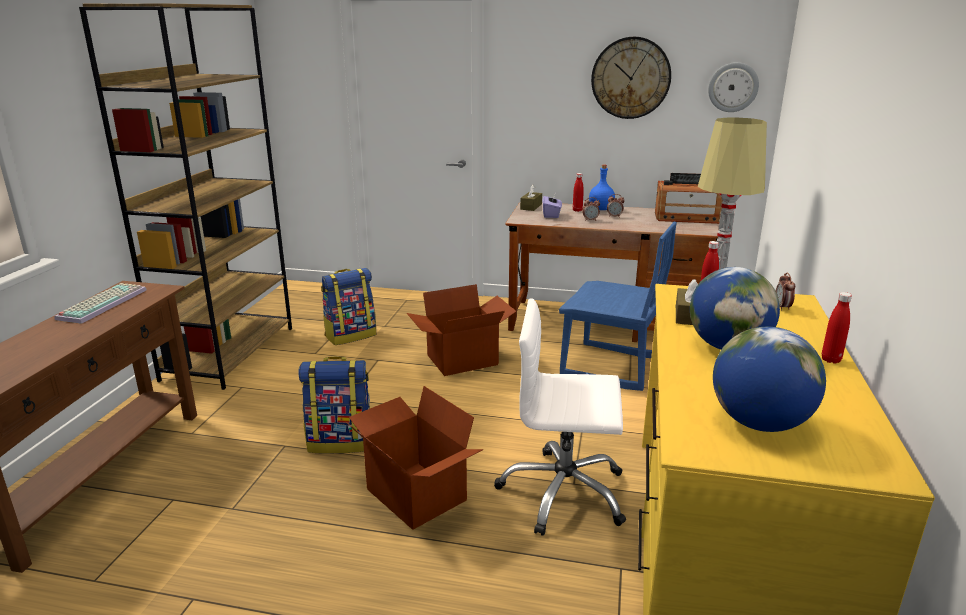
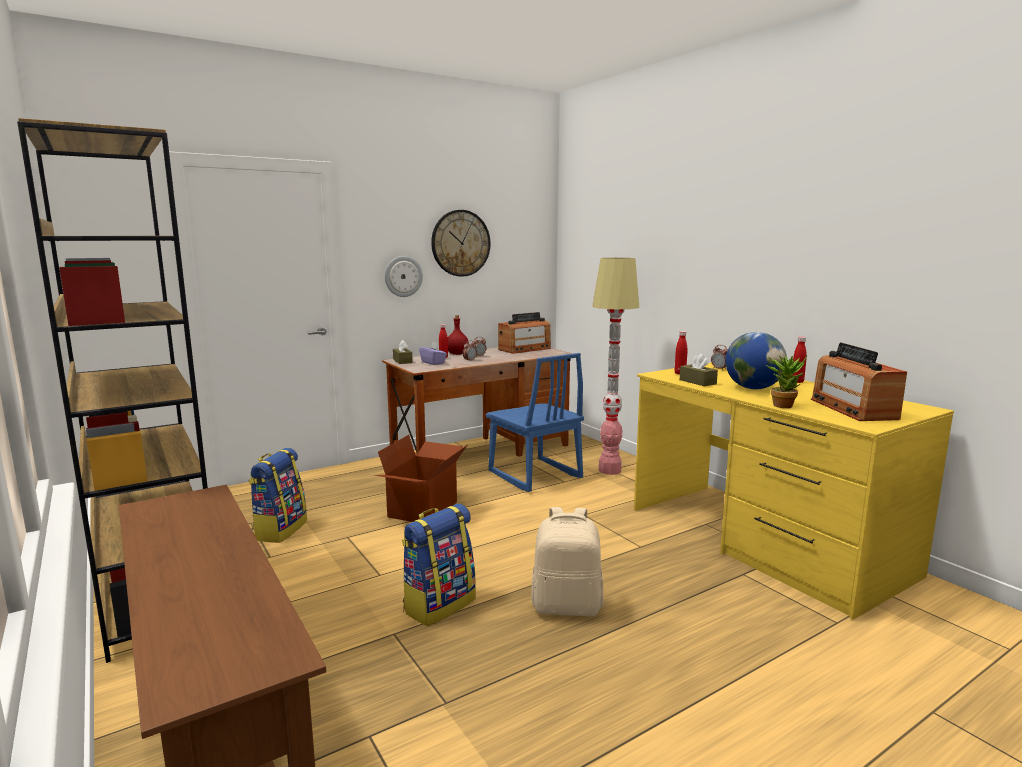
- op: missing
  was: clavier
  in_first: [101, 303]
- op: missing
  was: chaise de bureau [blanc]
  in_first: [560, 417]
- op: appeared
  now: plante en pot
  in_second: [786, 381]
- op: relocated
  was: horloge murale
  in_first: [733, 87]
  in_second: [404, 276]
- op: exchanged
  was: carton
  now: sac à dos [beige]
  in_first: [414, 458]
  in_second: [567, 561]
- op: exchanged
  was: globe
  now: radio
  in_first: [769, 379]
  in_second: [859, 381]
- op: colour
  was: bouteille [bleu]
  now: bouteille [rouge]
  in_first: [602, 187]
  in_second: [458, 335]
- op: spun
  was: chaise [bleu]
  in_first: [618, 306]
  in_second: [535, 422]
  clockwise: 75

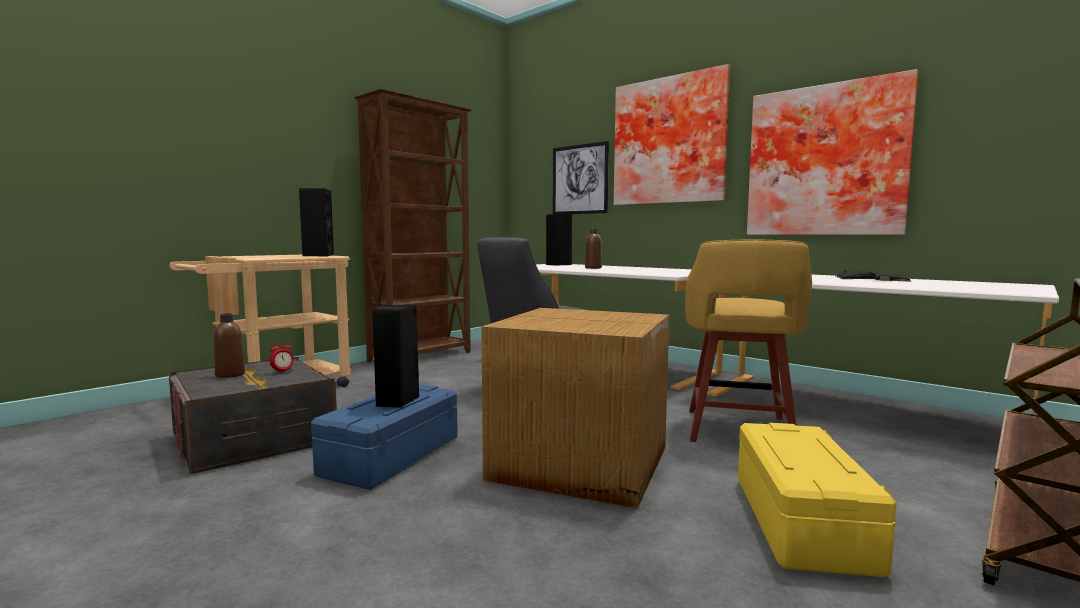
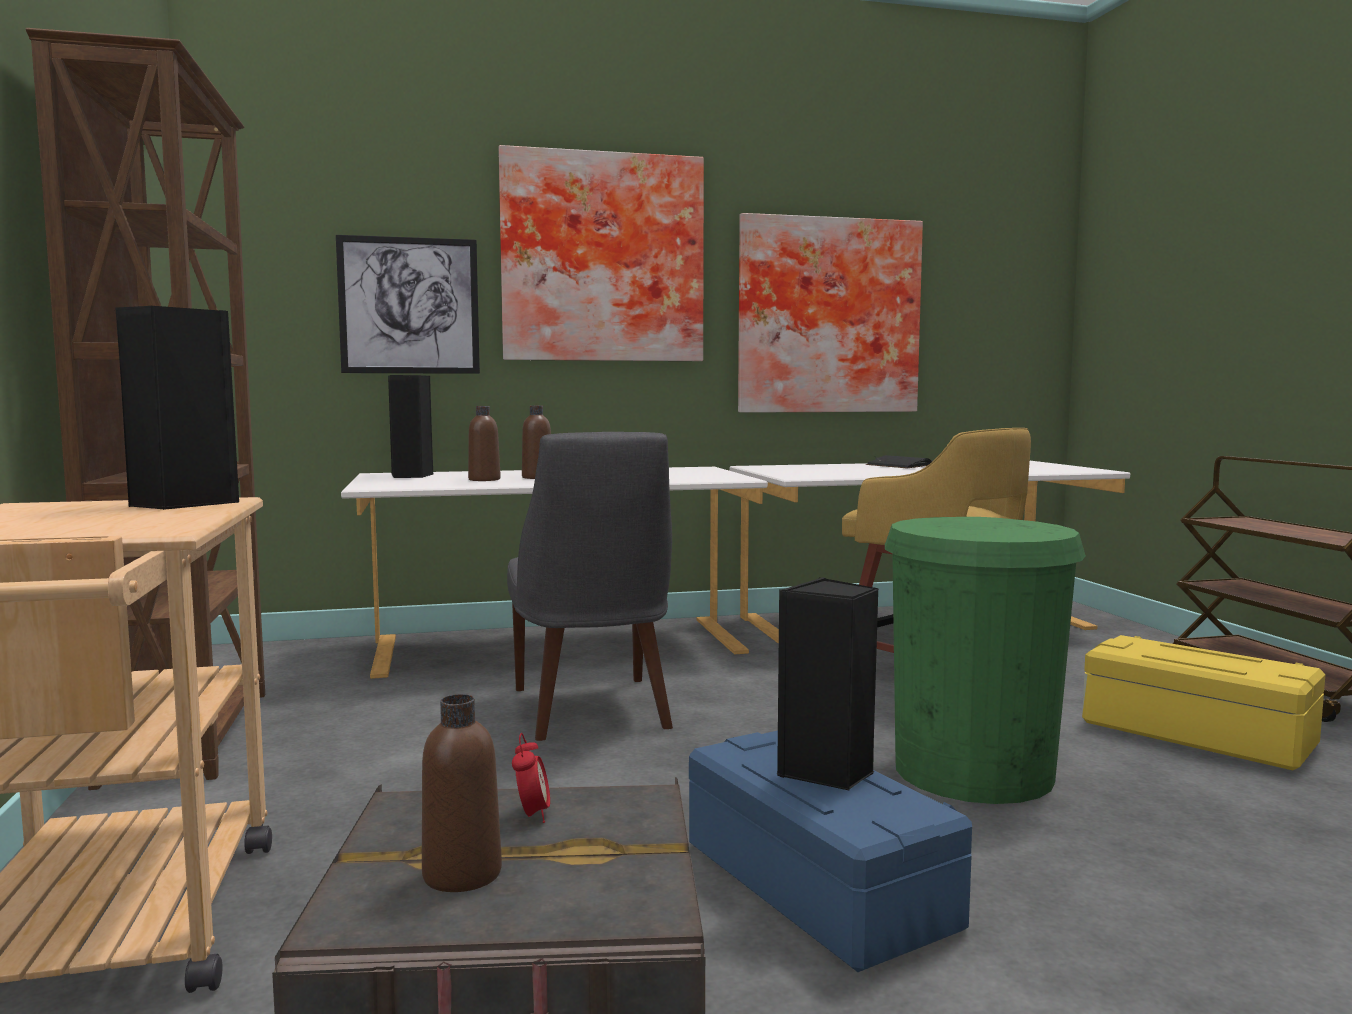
- op: appeared
  now: bouteille [marron]
  in_second: [484, 443]
- op: exchanged
  was: carton
  now: poubelle [vert]
  in_first: [575, 408]
  in_second: [985, 660]

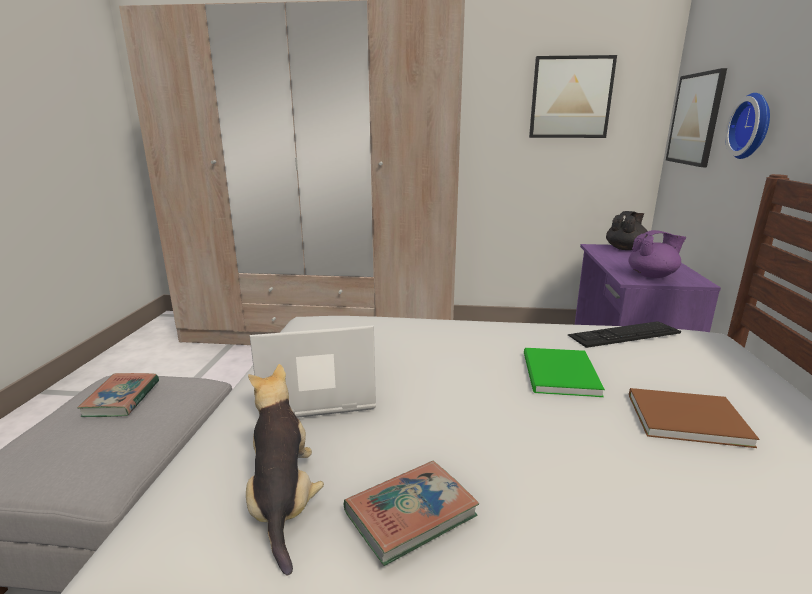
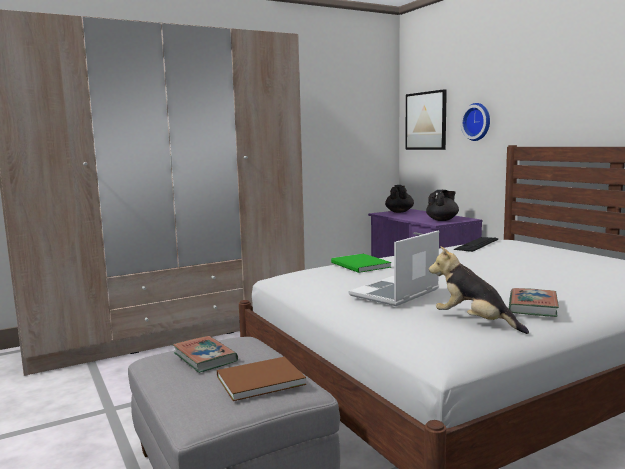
- op: missing
  was: tableau
  in_first: [573, 96]
- op: relocated
  was: livre [vert]
  in_first: [564, 372]
  in_second: [361, 263]
- op: relocated
  was: livre [marron]
  in_first: [694, 418]
  in_second: [261, 379]
- op: colour
  was: théière [violet]
  now: théière [noir]
  in_first: [657, 254]
  in_second: [442, 205]

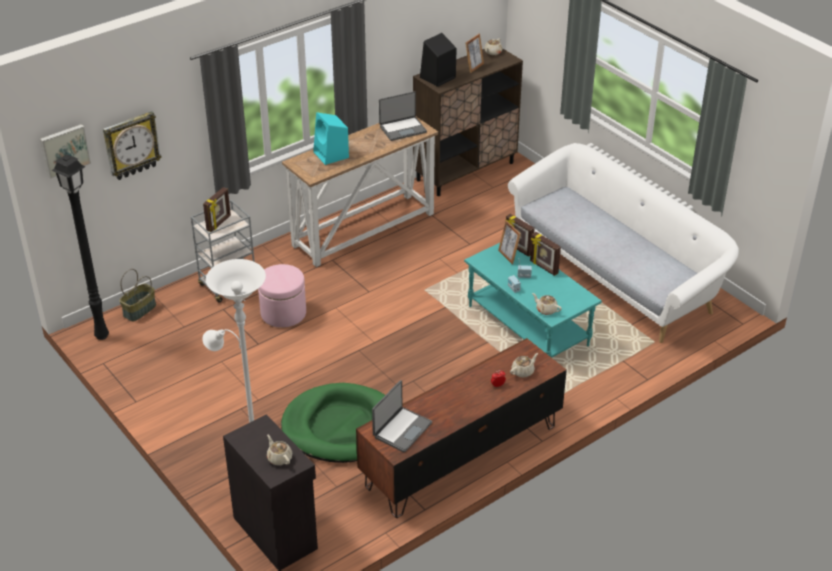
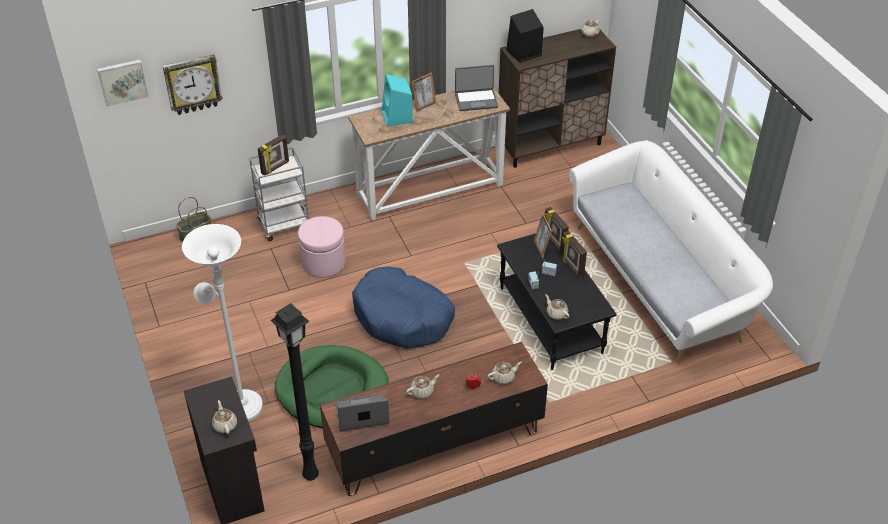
- op: appeared
  now: panier pour chien [bleu]
  in_second: [403, 307]
- op: appeared
  now: théière [beige]
  in_second: [422, 386]
- op: relocated
  was: lampadaire [noir]
  in_first: [80, 247]
  in_second: [294, 392]
- op: relocated
  was: cadre photo
  in_first: [474, 53]
  in_second: [424, 92]
- op: colour
  was: table basse [turquoise]
  now: table basse [noir]
  in_first: [533, 300]
  in_second: [557, 301]
- op: spun
  was: ordinateur portable
  in_first: [402, 416]
  in_second: [362, 412]
  clockwise: -150

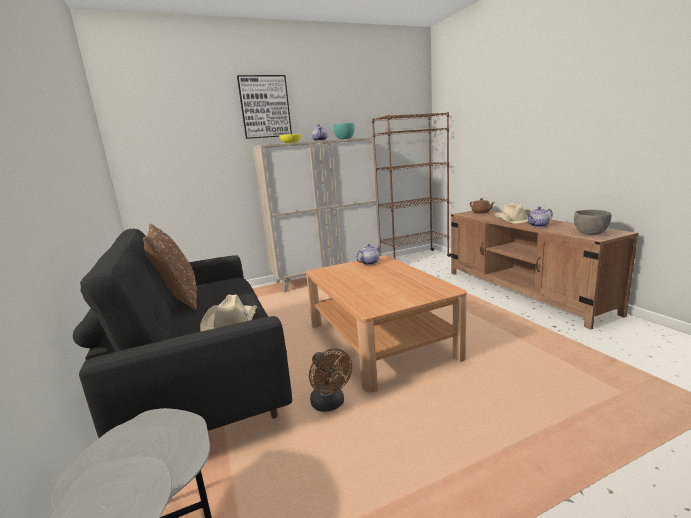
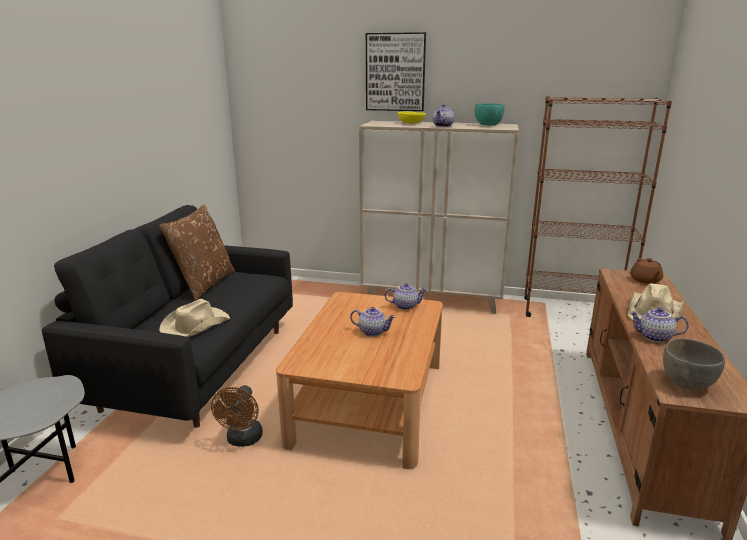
- op: appeared
  now: théière
  in_second: [373, 322]

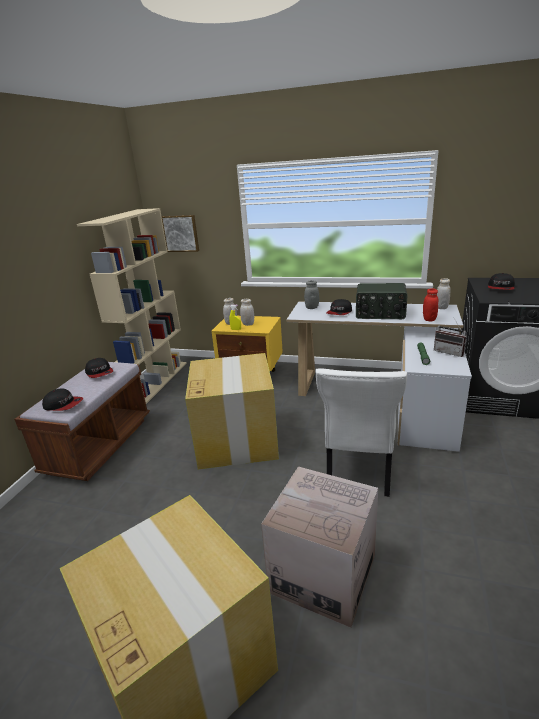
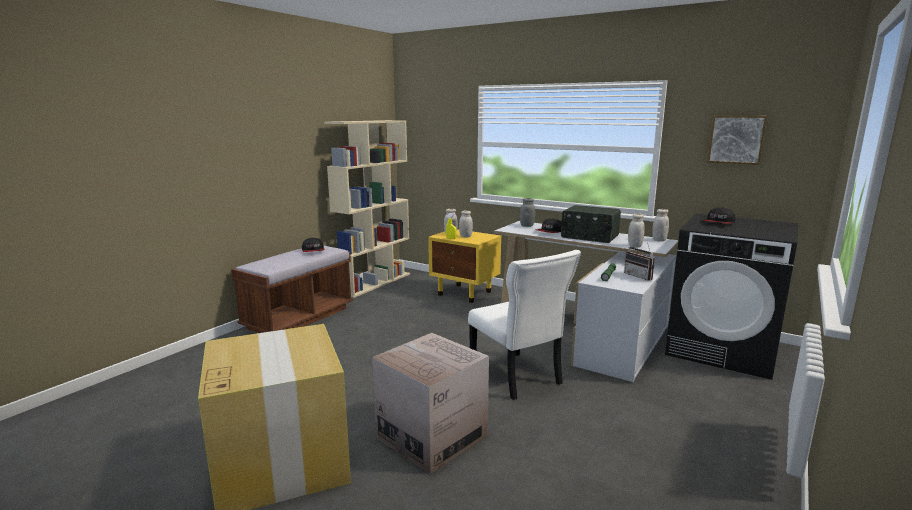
- op: missing
  was: casquette
  in_first: [62, 399]
- op: missing
  was: carton
  in_first: [232, 411]
- op: relocated
  was: tableau
  in_first: [180, 233]
  in_second: [737, 140]
- op: colour
  was: bocal [rouge]
  now: bocal [blanc]
  in_first: [430, 304]
  in_second: [636, 230]
- op: spun
  was: chaise [blanc]
  in_first: [361, 432]
  in_second: [524, 325]
  clockwise: -60

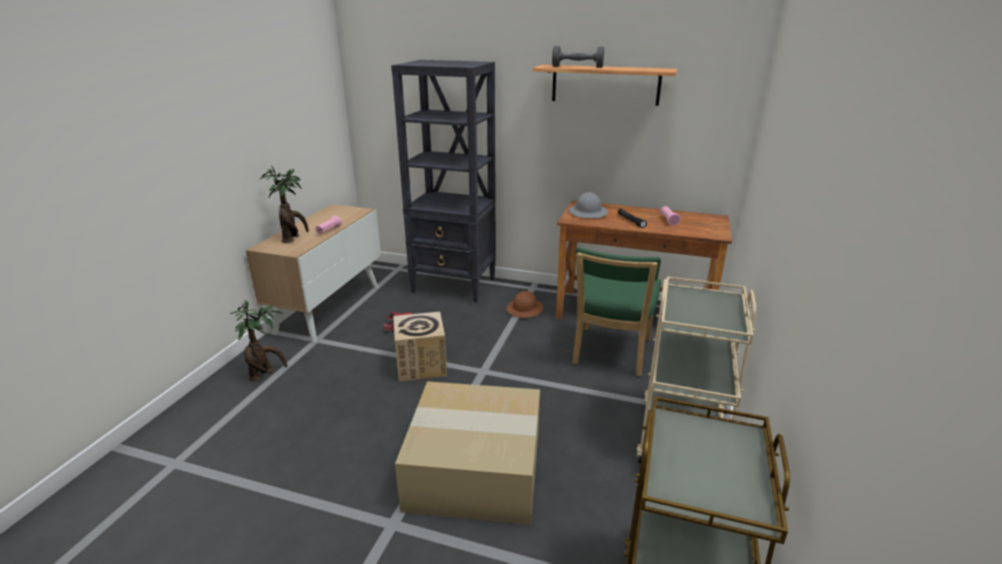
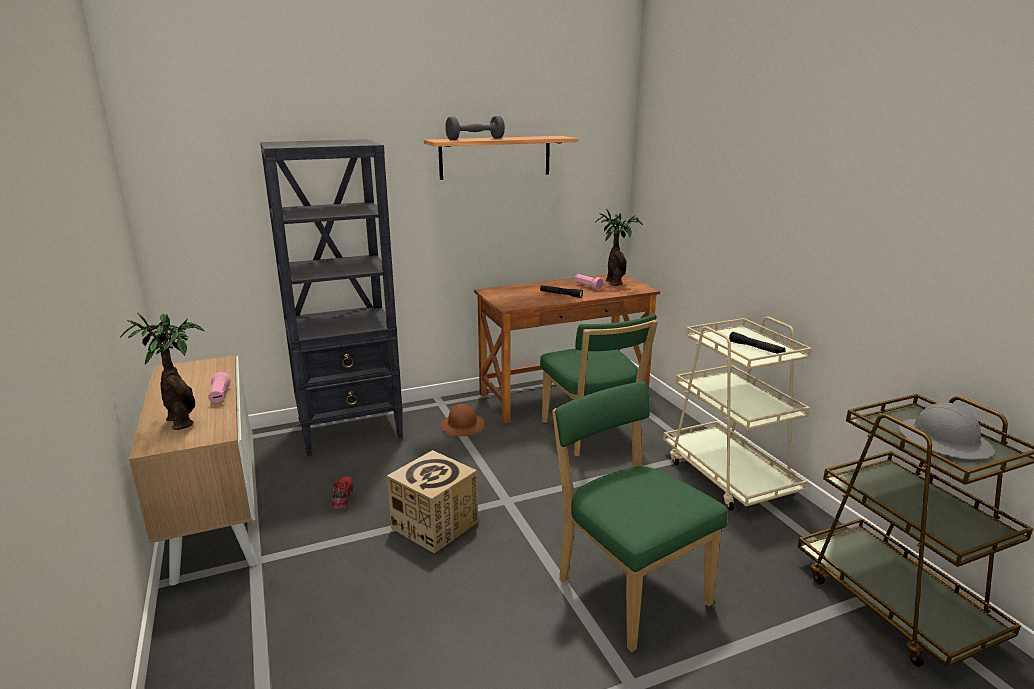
- op: appeared
  now: lampe de poche [noir]
  in_second: [757, 342]
- op: relocated
  was: plante en pot
  in_first: [258, 341]
  in_second: [619, 247]
- op: relocated
  was: casque de chantier [gris]
  in_first: [588, 205]
  in_second: [946, 430]
- op: exchanged
  was: carton
  now: chaise [vert]
  in_first: [467, 453]
  in_second: [640, 516]

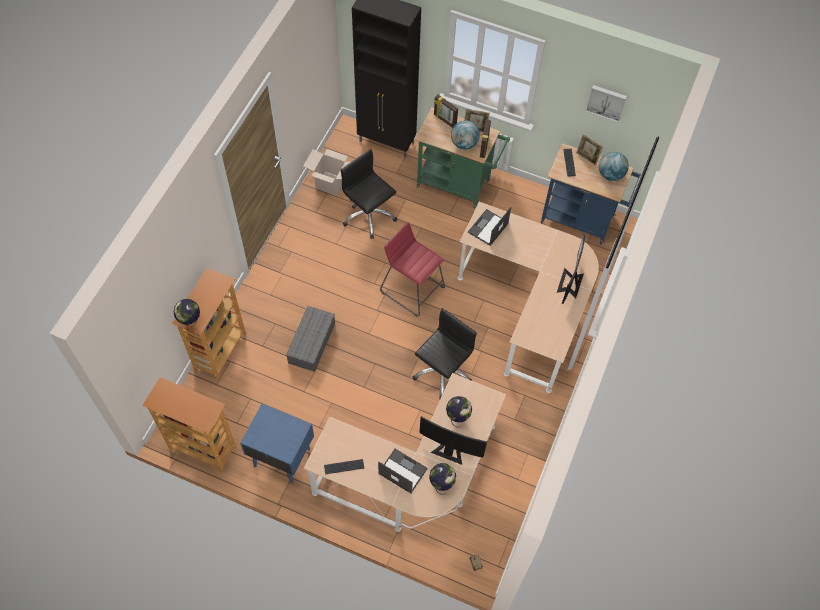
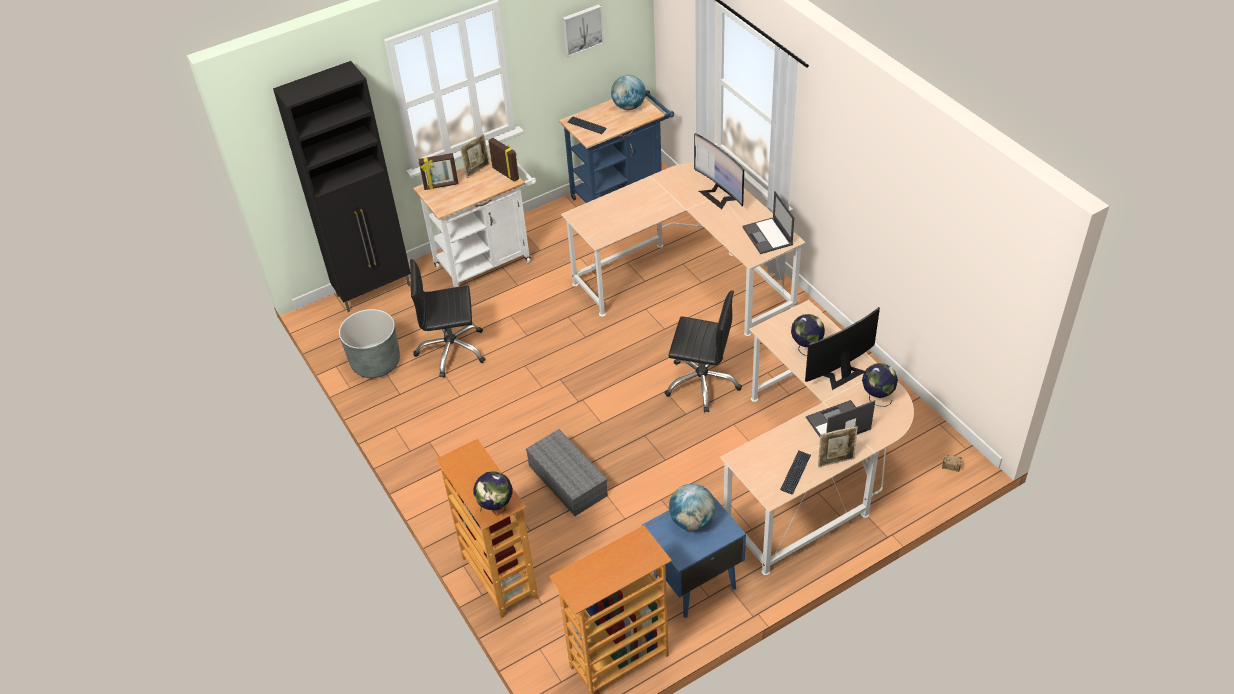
- op: missing
  was: tabouret [rouge]
  in_first: [412, 269]
- op: relocated
  was: globe
  in_first: [465, 135]
  in_second: [692, 507]
- op: relocated
  was: ordinateur portable
  in_first: [489, 226]
  in_second: [768, 222]
- op: relocated
  was: cadre photo
  in_first: [589, 150]
  in_second: [838, 446]
- op: exchanged
  was: carton
  now: cache-pot [gris]
  in_first: [326, 172]
  in_second: [369, 343]
- op: colour
  was: chariot [vert]
  now: chariot [blanc]
  in_first: [462, 157]
  in_second: [474, 222]
- op: spun
  was: chaise de bureau [noir]
  in_first: [445, 353]
  in_second: [703, 351]
  clockwise: 120

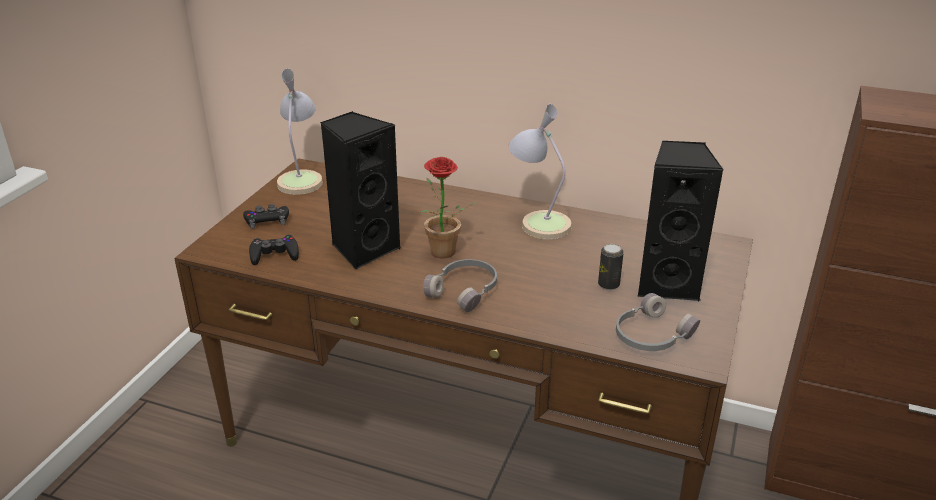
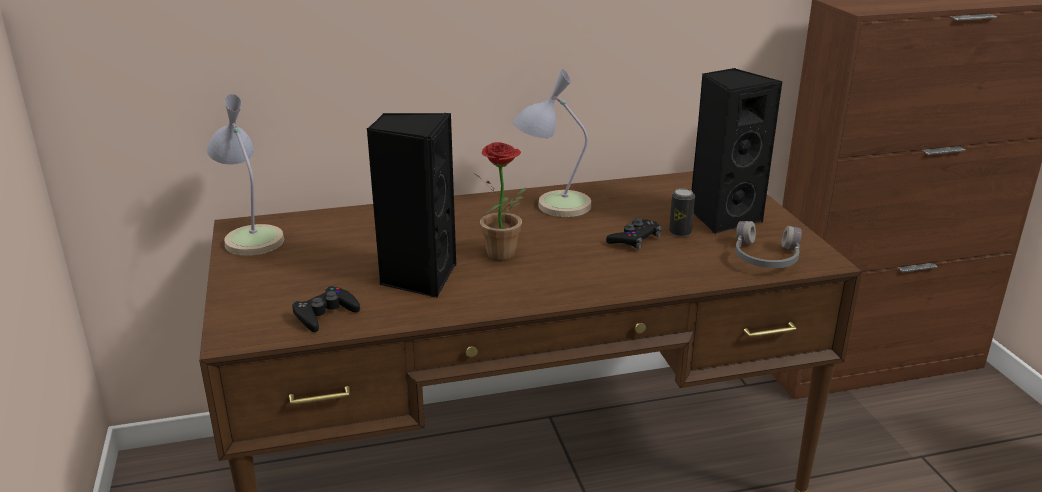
- op: missing
  was: casque audio [gris]
  in_first: [460, 285]
- op: relocated
  was: manette [noir]
  in_first: [266, 216]
  in_second: [634, 234]

